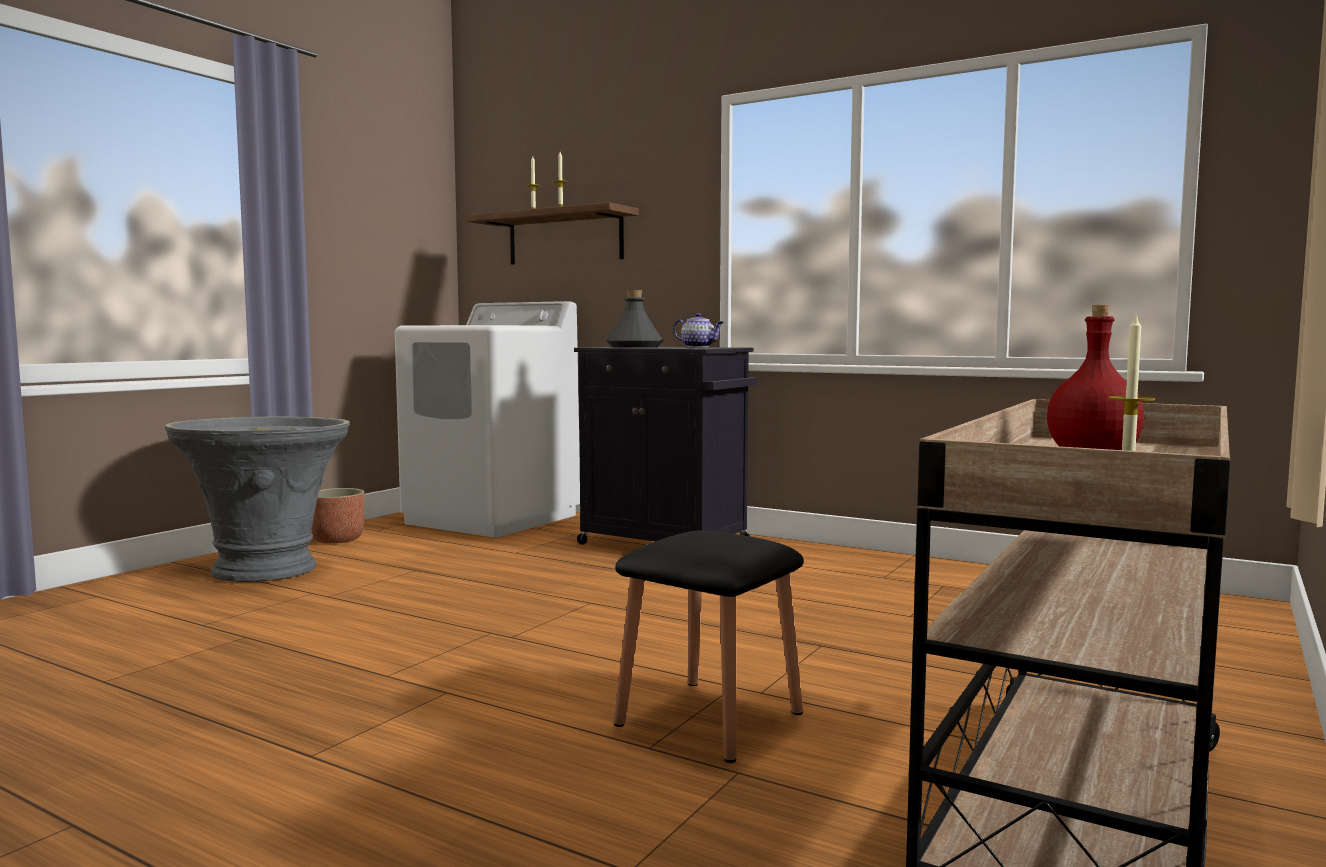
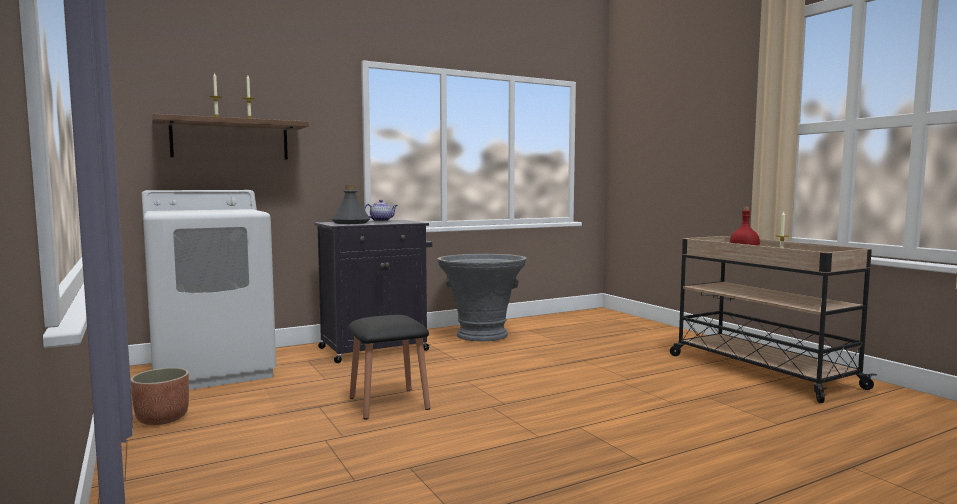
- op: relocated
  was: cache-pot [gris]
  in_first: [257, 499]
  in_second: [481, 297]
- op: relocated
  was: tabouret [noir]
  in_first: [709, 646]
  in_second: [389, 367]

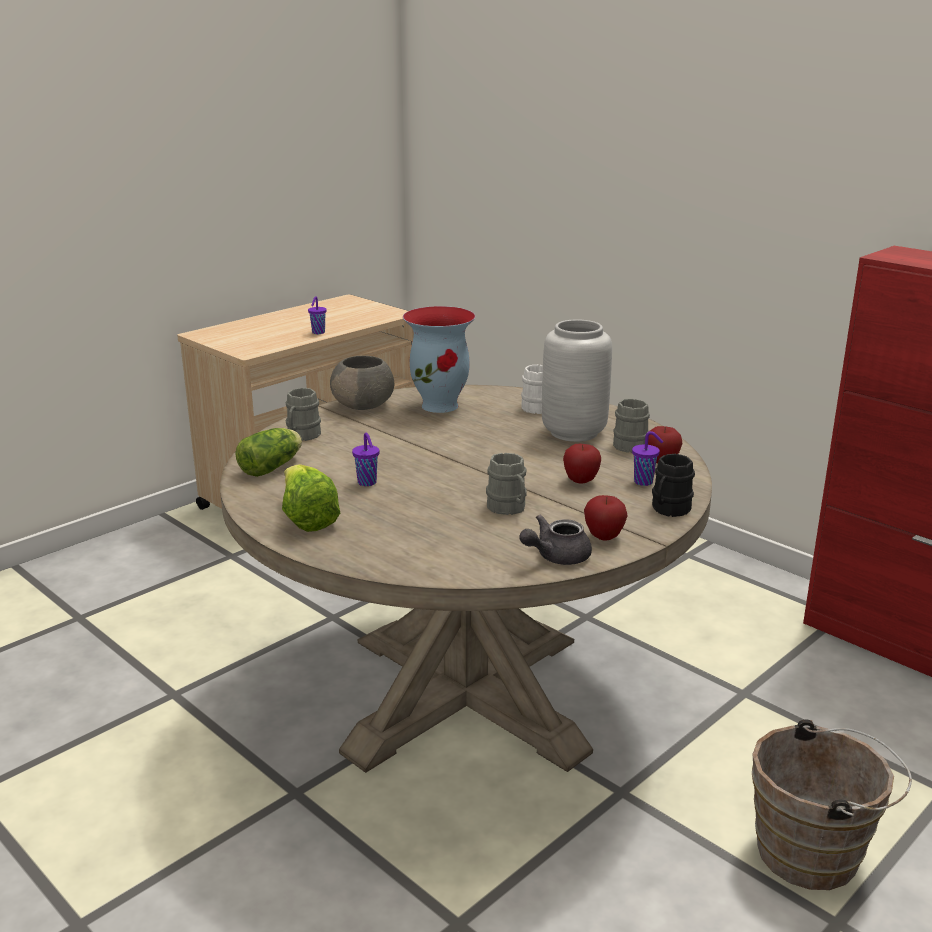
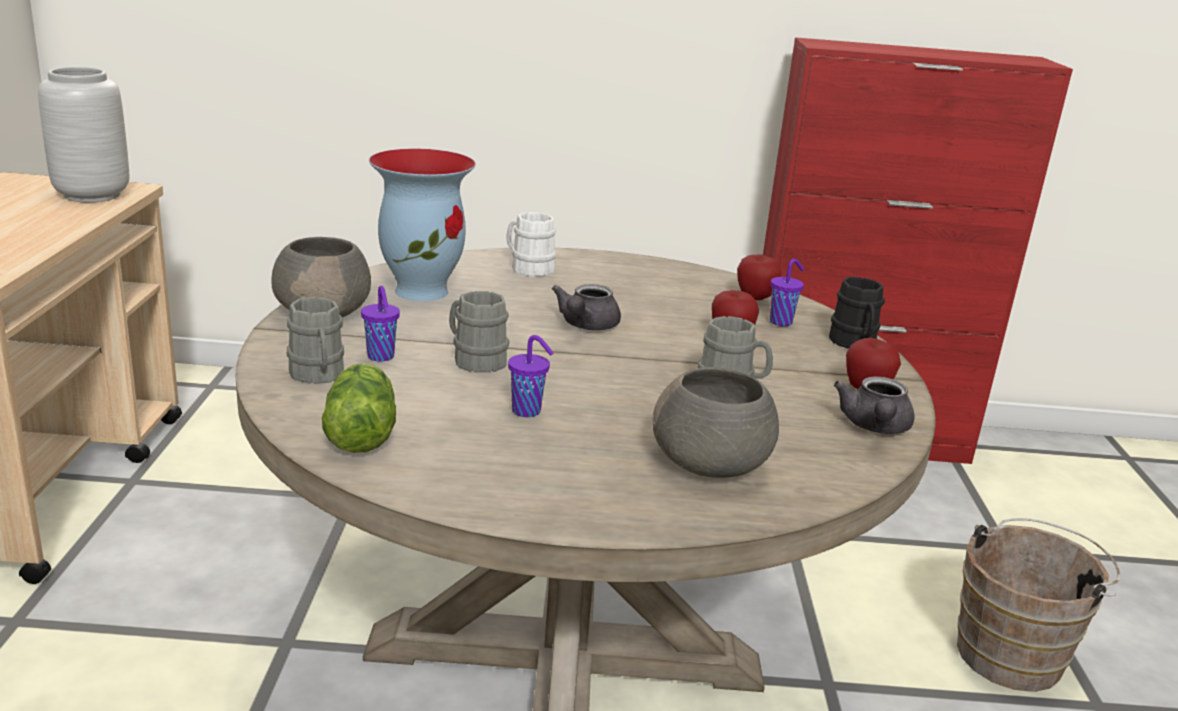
- op: missing
  was: laitue
  in_first: [311, 498]
- op: appeared
  now: théière [gris]
  in_second: [586, 307]
- op: appeared
  now: bol [gris]
  in_second: [715, 422]
- op: relocated
  was: tasse [violet]
  in_first: [317, 315]
  in_second: [380, 323]
- op: relocated
  was: vase [gris]
  in_first: [577, 380]
  in_second: [84, 134]
- op: relocated
  was: mug [gris]
  in_first: [631, 426]
  in_second: [479, 332]

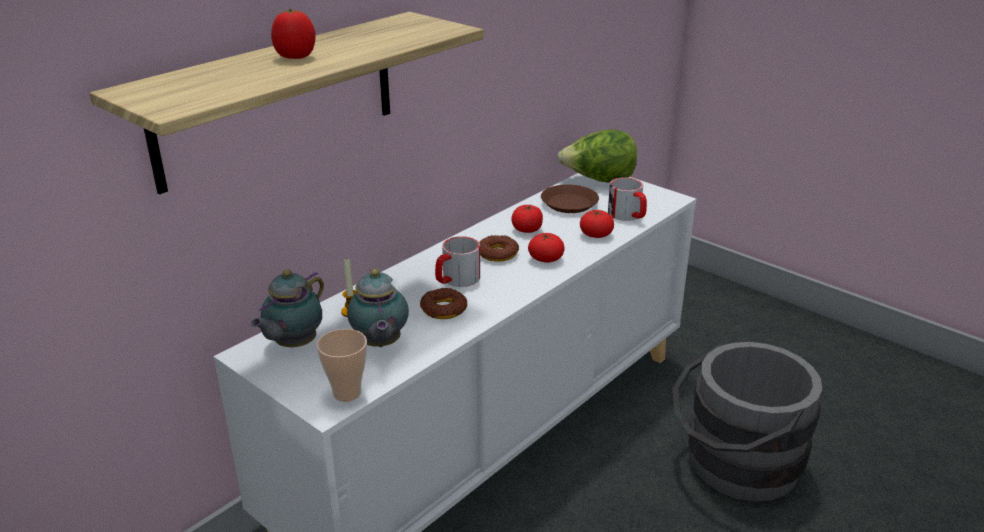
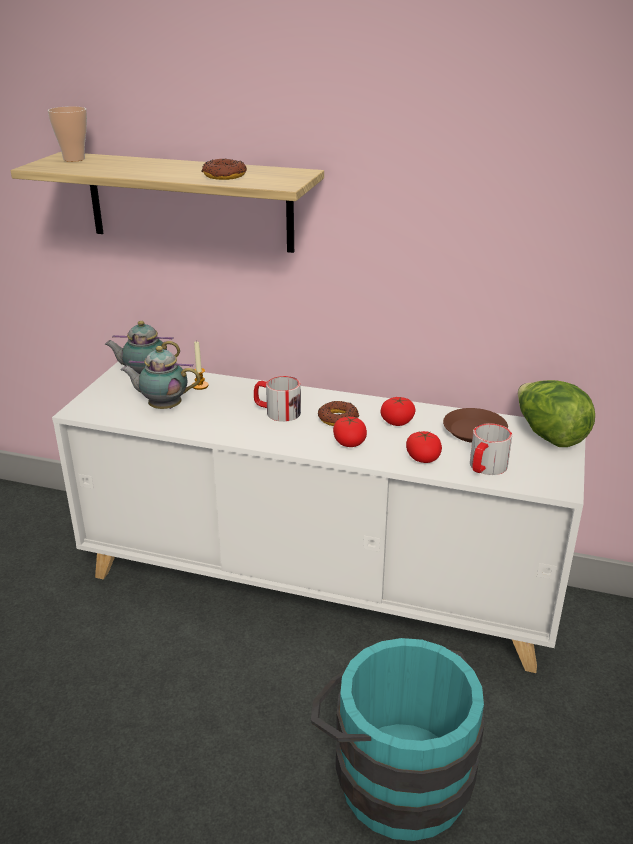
- op: missing
  was: tomate
  in_first: [293, 34]
- op: relocated
  was: tasse
  in_first: [342, 365]
  in_second: [67, 134]
- op: relocated
  was: beignet
  in_first: [443, 303]
  in_second: [224, 169]
- op: colour
  was: seau [gris]
  now: seau [turquoise]
  in_first: [747, 422]
  in_second: [397, 739]
- op: spun
  was: théière
  in_first: [378, 308]
  in_second: [160, 377]
  clockwise: 45

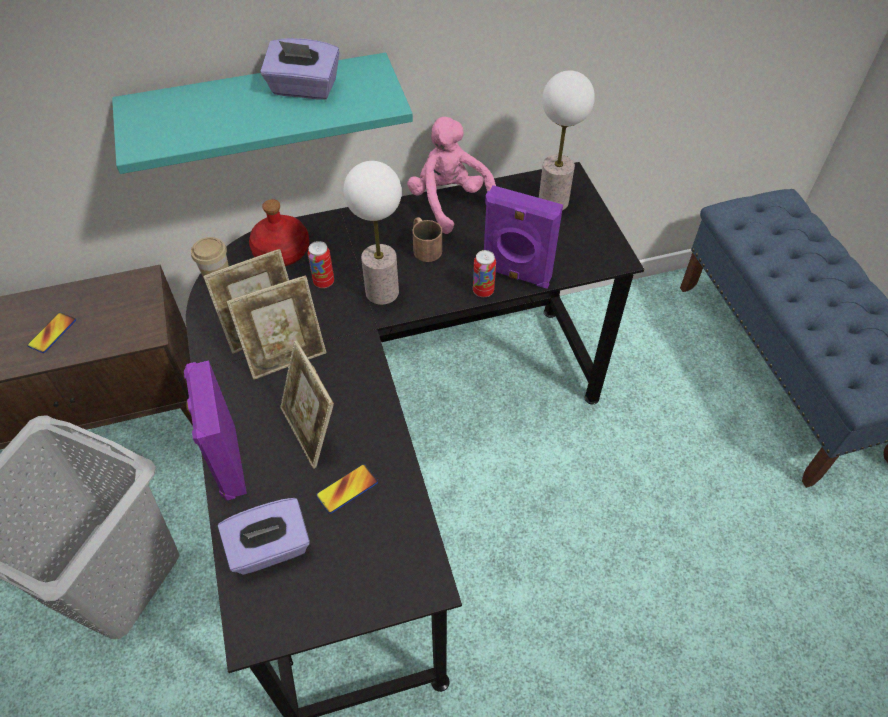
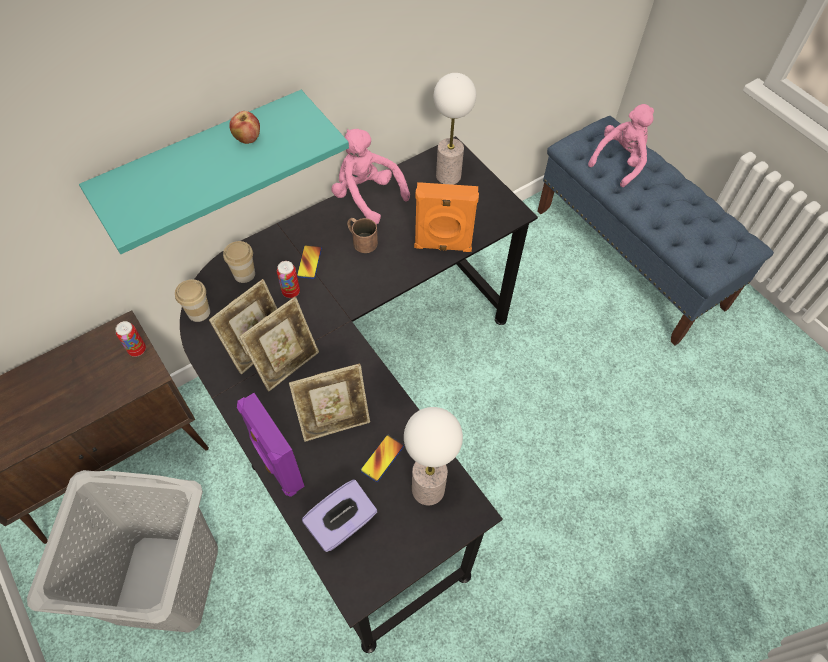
- op: appeared
  now: peluche [rose]
  in_second: [621, 145]
- op: relocated
  was: téléphone
  in_first: [51, 332]
  in_second: [309, 262]
- op: relocated
  was: lampe de table
  in_first: [373, 233]
  in_second: [433, 456]
- op: relocated
  was: boîte métallique
  in_first: [484, 273]
  in_second: [130, 339]
- op: exchanged
  was: bouteille [rouge]
  now: tasse
  in_first: [279, 232]
  in_second: [239, 262]
- op: exchanged
  was: boîte à mouchoirs [violet]
  now: pomme
  in_first: [300, 69]
  in_second: [244, 127]
- op: colour
  was: enceinte [violet]
  now: enceinte [orange]
  in_first: [523, 237]
  in_second: [446, 217]
- op: spun
  was: cadre photo
  in_first: [307, 405]
  in_second: [329, 403]
  clockwise: -60

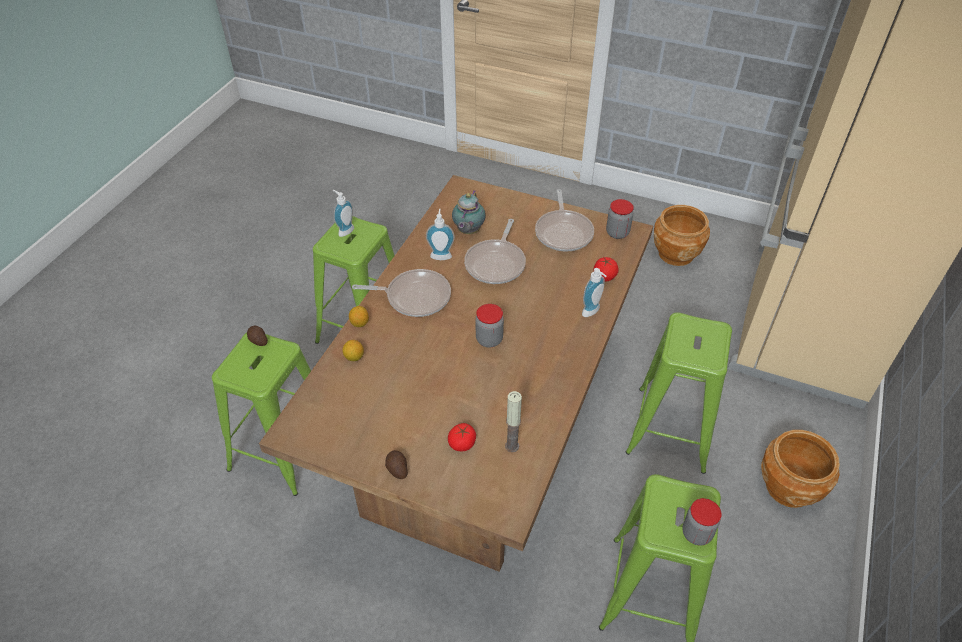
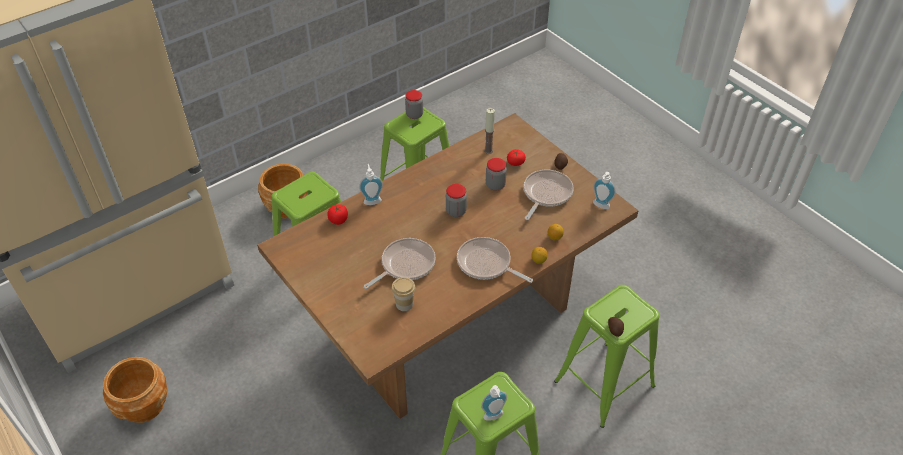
- op: relocated
  was: distributeur de savon
  in_first: [440, 234]
  in_second: [604, 190]
- op: relocated
  was: poêle
  in_first: [564, 220]
  in_second: [549, 195]
- op: relocated
  was: bocal
  in_first: [620, 219]
  in_second: [496, 174]
- op: exchanged
  was: théière
  now: tasse
  in_first: [469, 212]
  in_second: [404, 294]

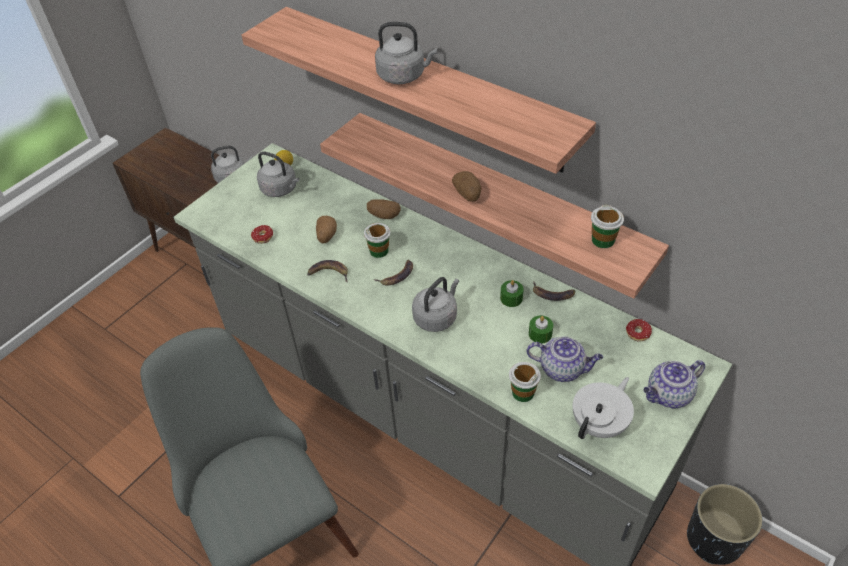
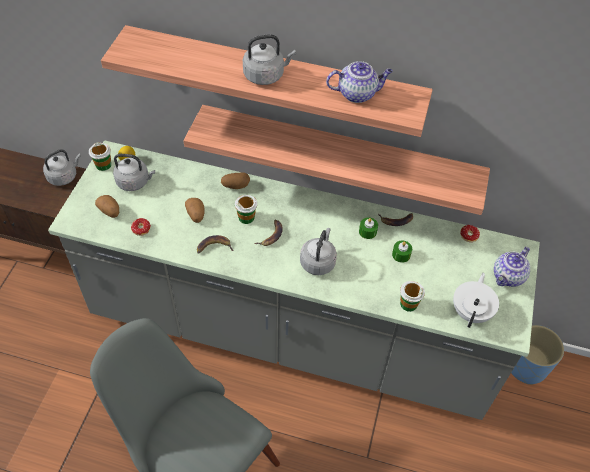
- op: relocated
  was: pomme de terre
  in_first: [466, 186]
  in_second: [107, 206]
- op: relocated
  was: théière
  in_first: [565, 359]
  in_second: [359, 82]
- op: relocated
  was: tasse
  in_first: [607, 226]
  in_second: [100, 156]
- op: colour
  was: cache-pot [noir]
  now: cache-pot [bleu]
  in_first: [725, 524]
  in_second: [537, 355]

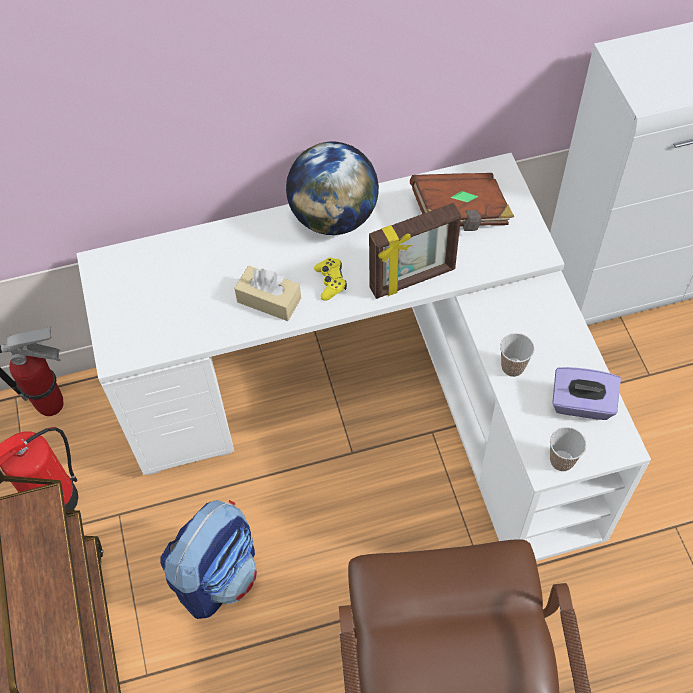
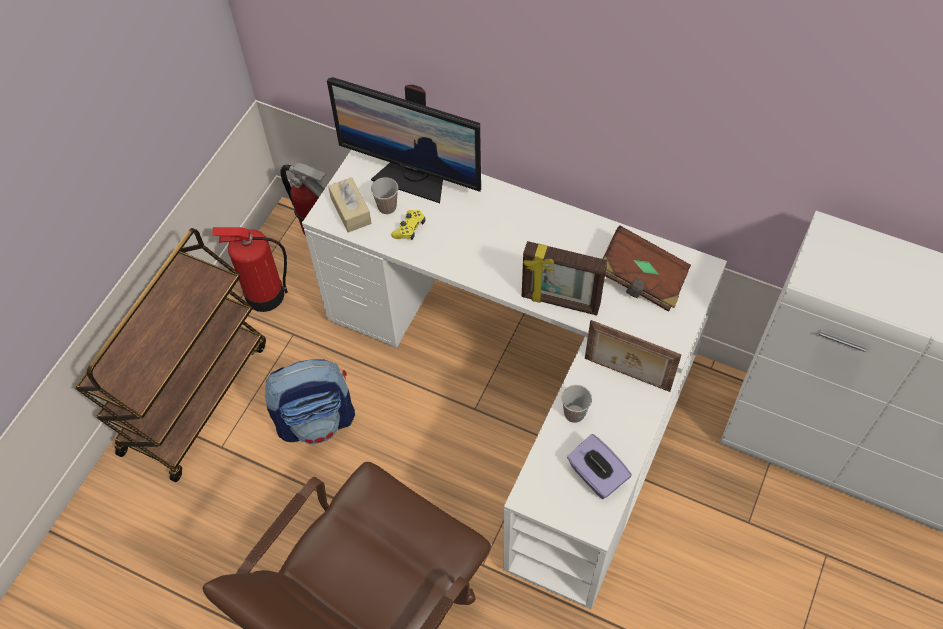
- op: missing
  was: globe
  in_first: [332, 188]
- op: appeared
  now: écran d'ordinateur
  in_second: [404, 140]
- op: appeared
  now: cadre photo
  in_second: [633, 356]
- op: relocated
  was: boîte à mouchoirs [beige]
  in_first: [267, 293]
  in_second: [350, 205]
- op: relocated
  was: manette [jaune]
  in_first: [330, 279]
  in_second: [408, 225]
- op: relocated
  was: tasse
  in_first: [568, 449]
  in_second: [384, 195]

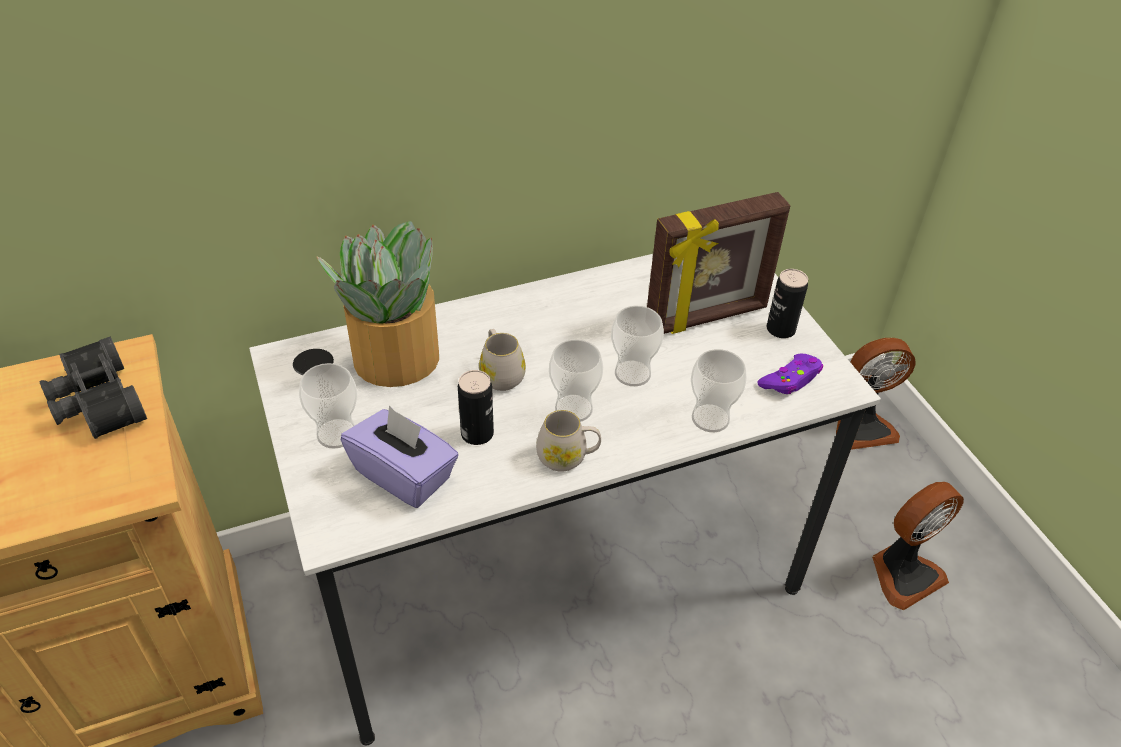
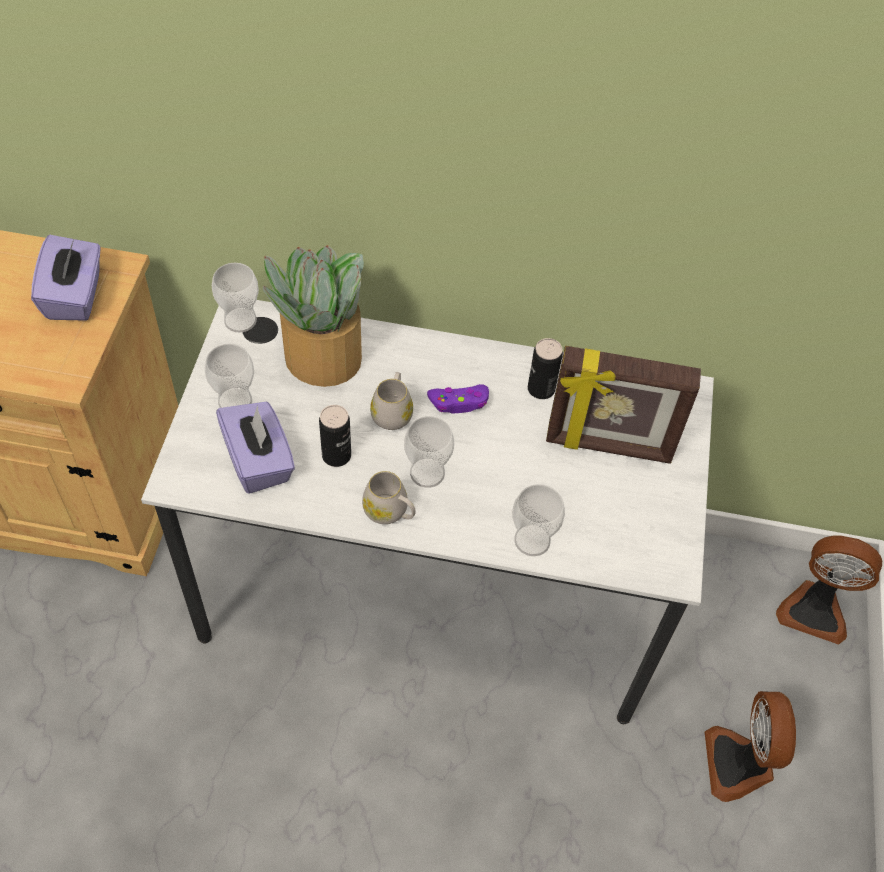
- op: relocated
  was: tasse
  in_first: [637, 346]
  in_second: [235, 298]
- op: relocated
  was: manette [violet]
  in_first: [790, 374]
  in_second: [458, 398]
- op: relocated
  was: boîte métallique
  in_first: [787, 303]
  in_second: [545, 368]
- op: exchanged
  was: jumelles [noir]
  now: boîte à mouchoirs [violet]
  in_first: [93, 388]
  in_second: [66, 278]
- op: spun
  was: ventilateur
  in_first: [918, 546]
  in_second: [750, 746]
  clockwise: 90

